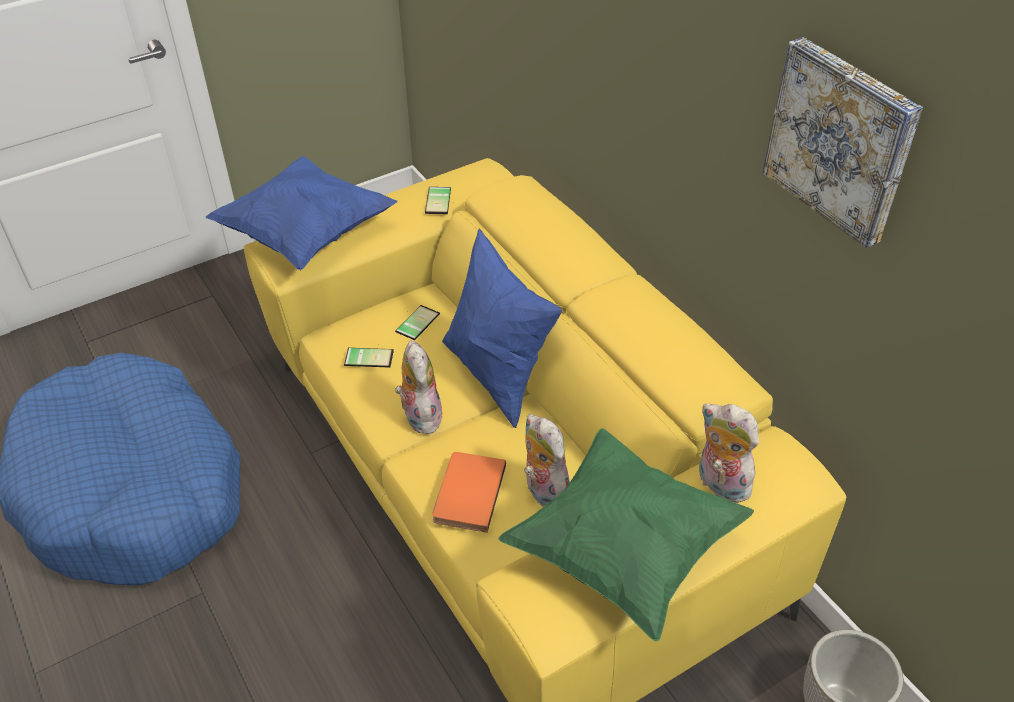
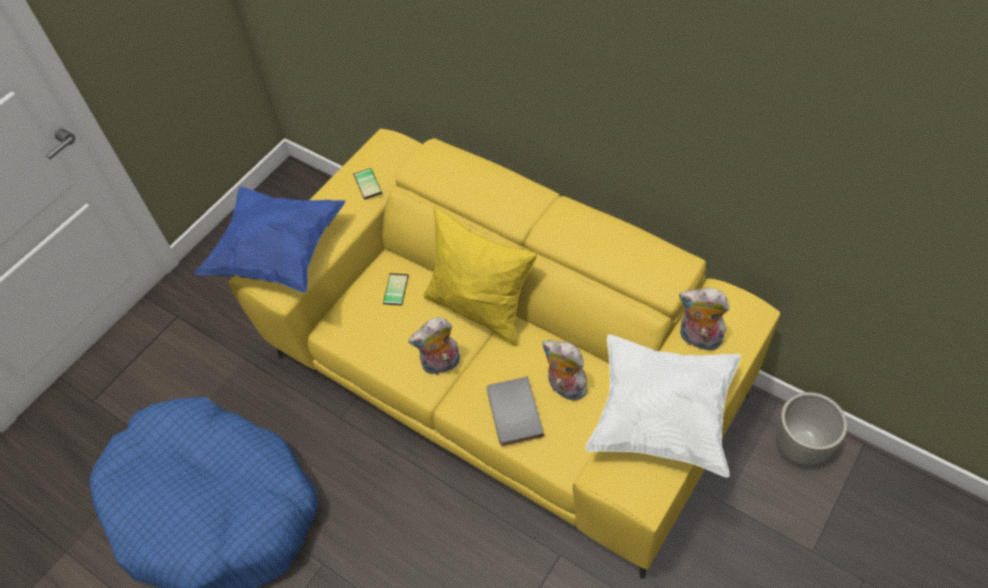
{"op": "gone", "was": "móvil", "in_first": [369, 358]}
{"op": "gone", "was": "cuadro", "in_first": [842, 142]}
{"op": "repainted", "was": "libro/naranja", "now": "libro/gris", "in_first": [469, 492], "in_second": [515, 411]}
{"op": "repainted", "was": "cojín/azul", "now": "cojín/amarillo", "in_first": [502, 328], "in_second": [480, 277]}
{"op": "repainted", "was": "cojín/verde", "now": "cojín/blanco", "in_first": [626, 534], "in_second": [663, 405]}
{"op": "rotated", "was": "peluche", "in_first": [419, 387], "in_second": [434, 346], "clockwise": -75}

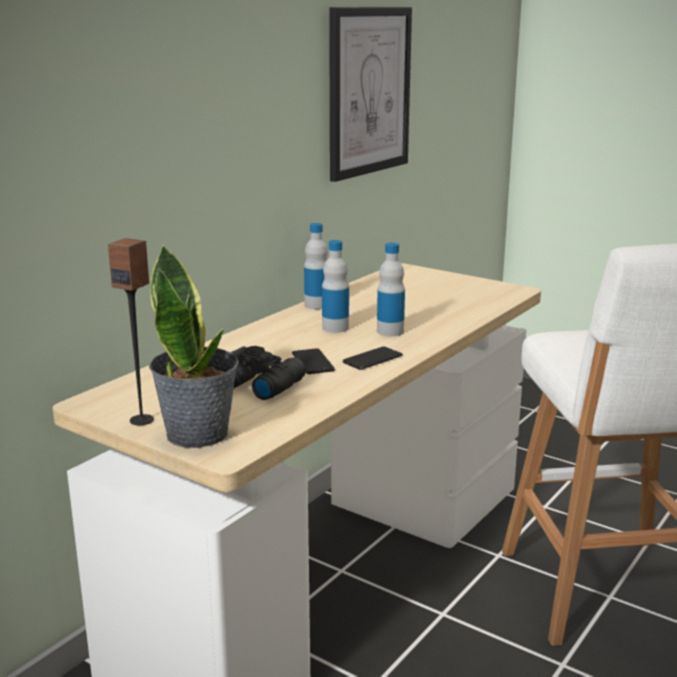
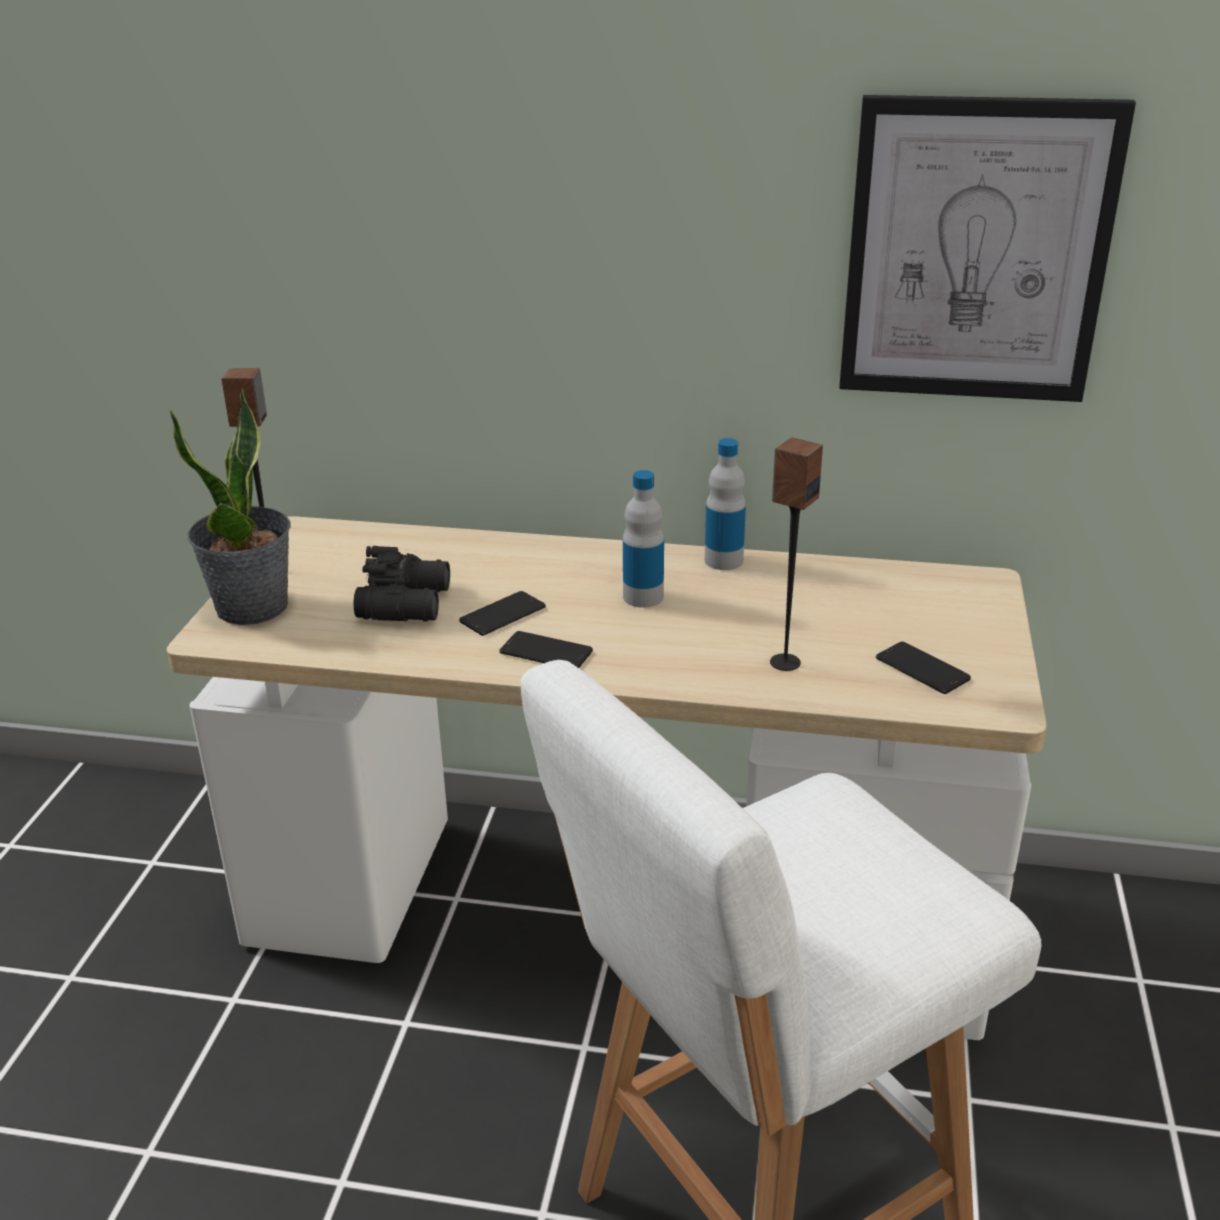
{"op": "gone", "was": "botella", "in_first": [391, 289]}
{"op": "new", "now": "altavoz", "in_second": [796, 554]}
{"op": "new", "now": "móvil", "in_second": [923, 668]}

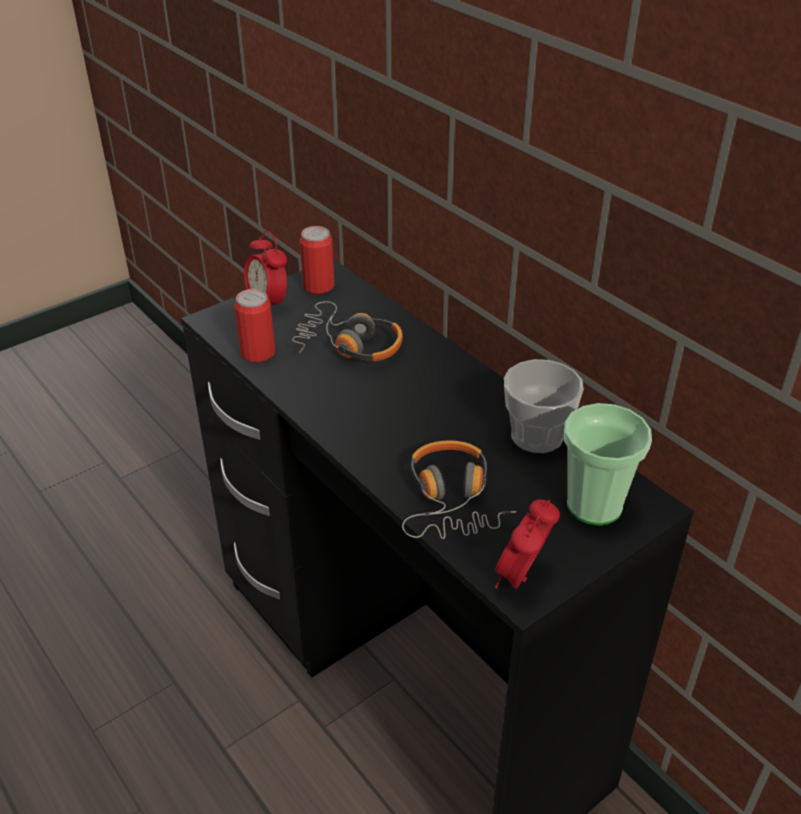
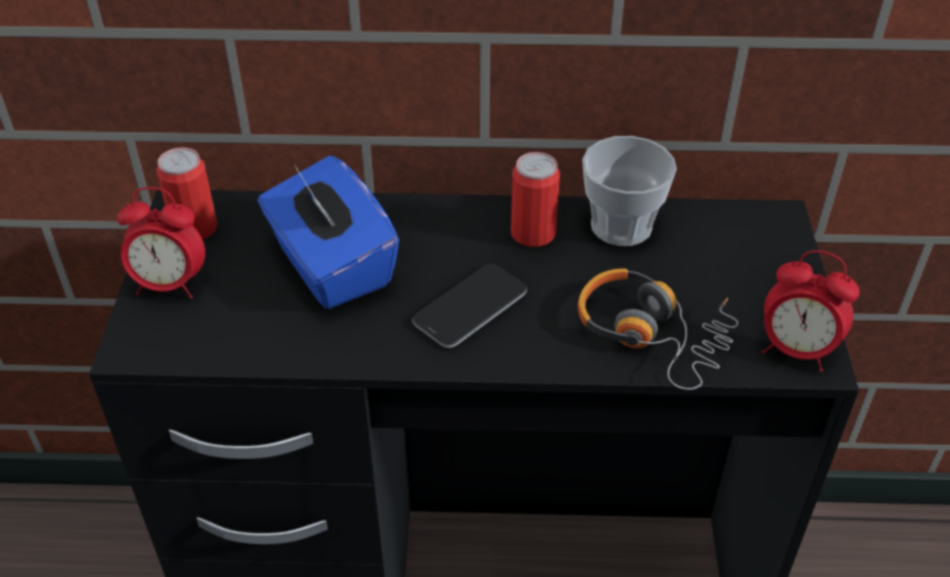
{"op": "gone", "was": "taza", "in_first": [608, 464]}
{"op": "new", "now": "móvil", "in_second": [469, 306]}
{"op": "shifted", "was": "lata", "in_first": [254, 325], "in_second": [535, 199]}
{"op": "swapped", "was": "auriculares", "now": "caja de pañuelos/azul", "in_first": [347, 331], "in_second": [328, 232]}
{"op": "rotated", "was": "despertador", "in_first": [527, 544], "in_second": [811, 311], "clockwise": -45}

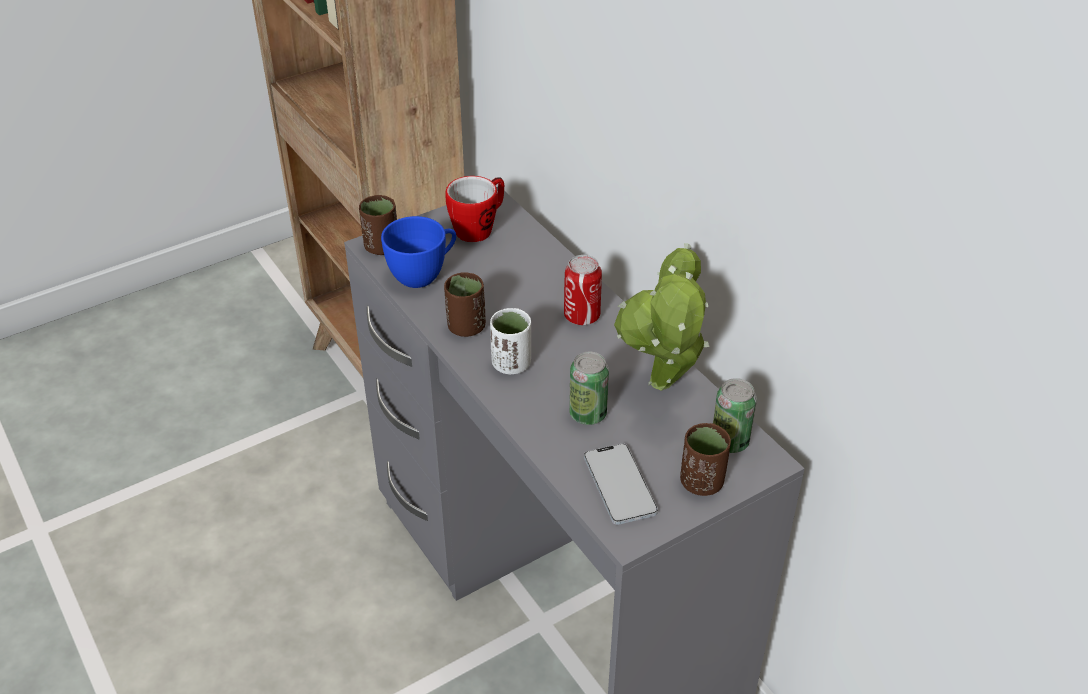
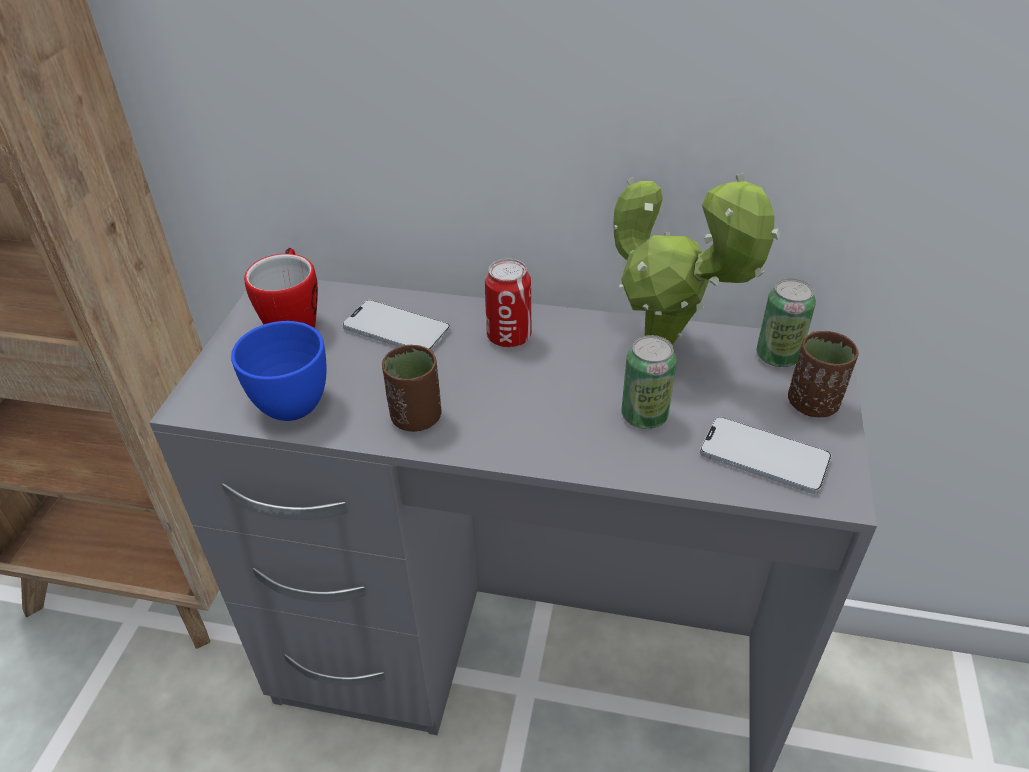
{"op": "gone", "was": "taza/marrón", "in_first": [378, 225]}
{"op": "gone", "was": "taza/blanco", "in_first": [510, 341]}
{"op": "new", "now": "móvil", "in_second": [396, 325]}

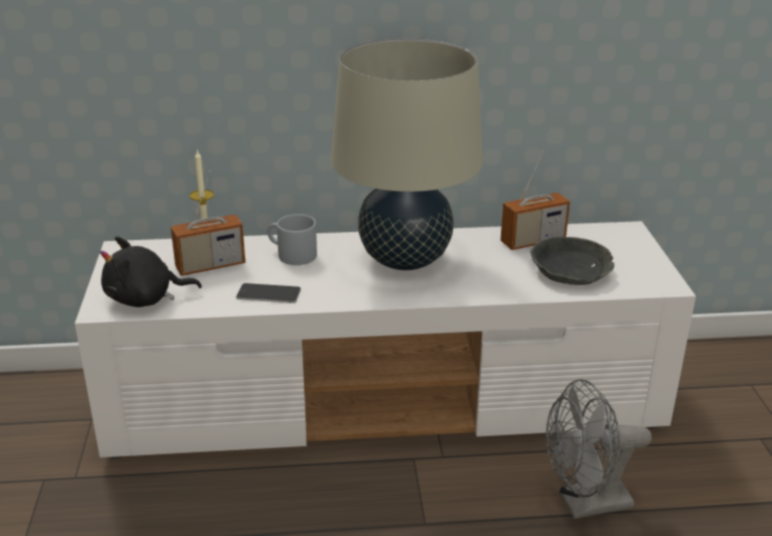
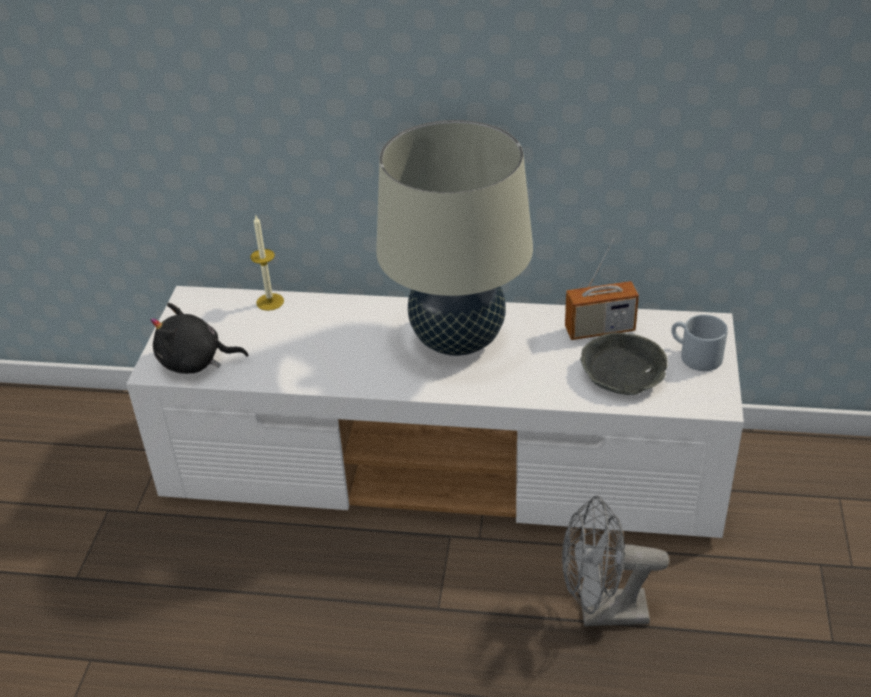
{"op": "gone", "was": "radio", "in_first": [208, 223]}
{"op": "gone", "was": "móvil", "in_first": [268, 293]}
{"op": "shifted", "was": "taza grande/gris", "in_first": [292, 239], "in_second": [699, 343]}

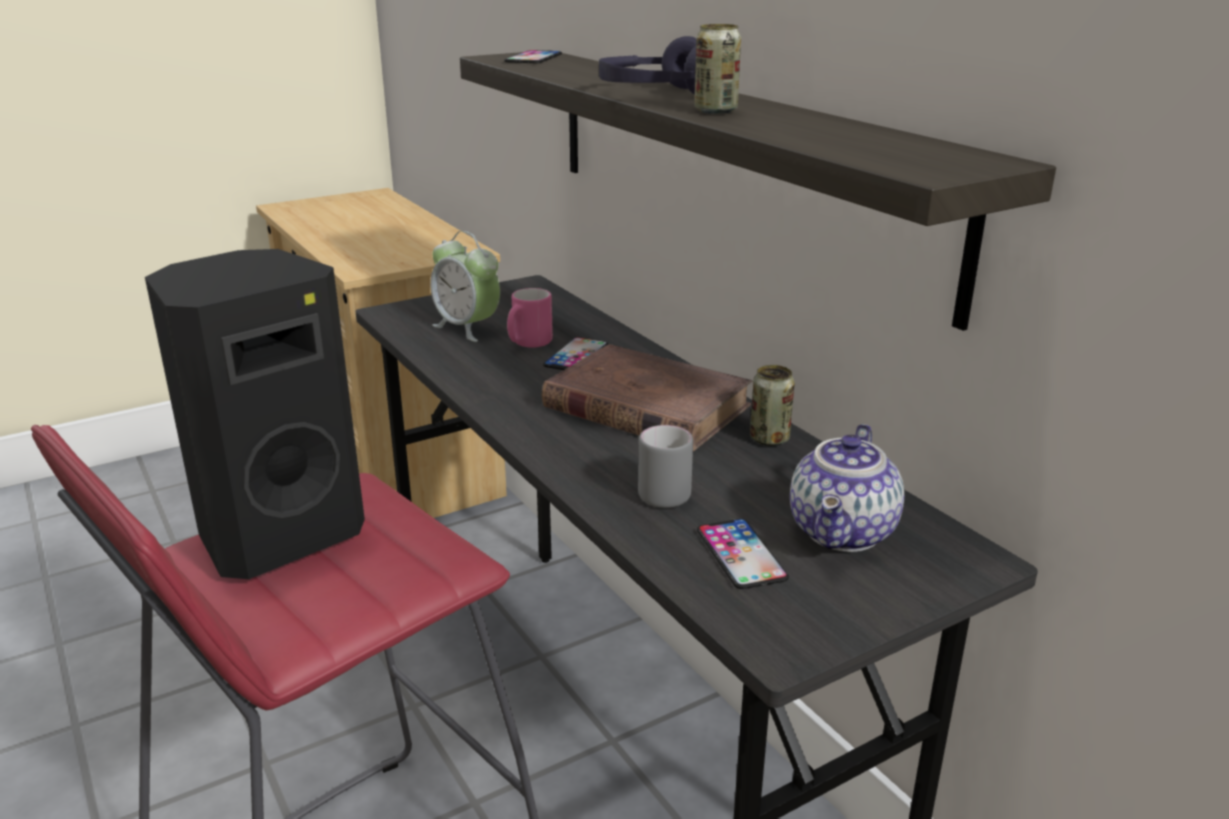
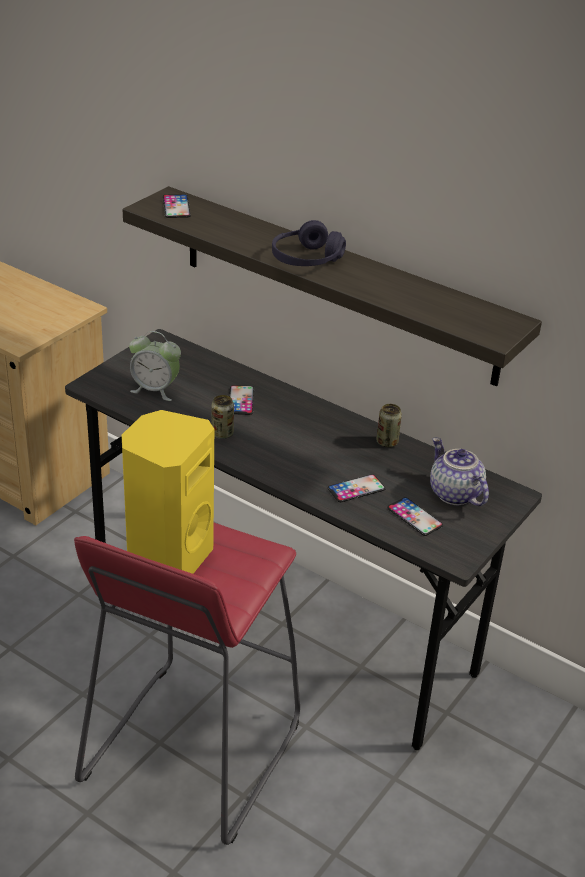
{"op": "gone", "was": "taza grande/rosa", "in_first": [530, 317]}
{"op": "gone", "was": "libro/marrón", "in_first": [646, 398]}
{"op": "shifted", "was": "lata", "in_first": [717, 69], "in_second": [223, 417]}
{"op": "swapped", "was": "taza grande/gris", "now": "móvil", "in_first": [665, 466], "in_second": [357, 488]}
{"op": "repainted", "was": "altavoz/negro", "now": "altavoz/amarillo", "in_first": [255, 414], "in_second": [168, 492]}
{"op": "rotated", "was": "tetera", "in_first": [847, 488], "in_second": [459, 472], "clockwise": 150}

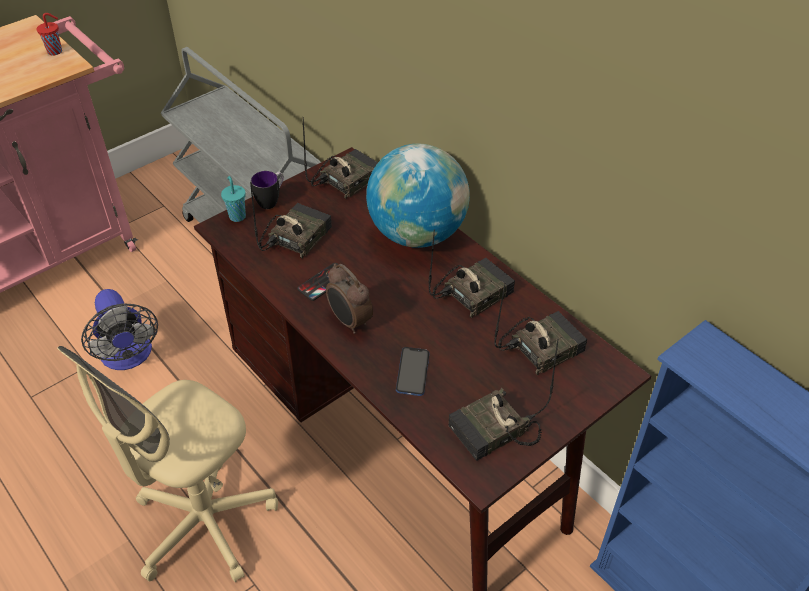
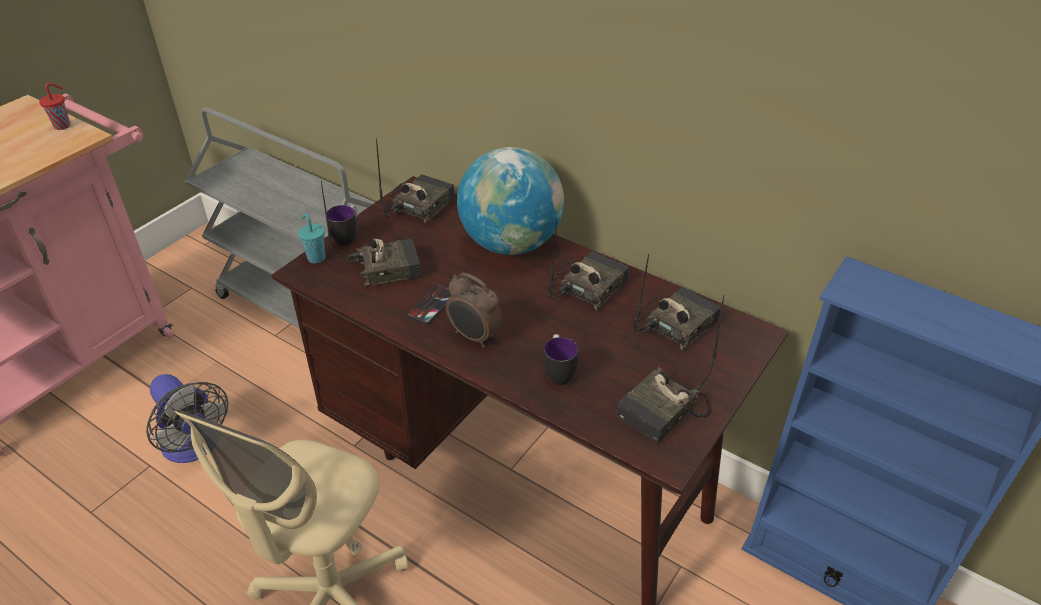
{"op": "swapped", "was": "móvil", "now": "taza grande", "in_first": [412, 371], "in_second": [561, 359]}
{"op": "rotated", "was": "radio", "in_first": [291, 220], "in_second": [371, 234], "clockwise": 60}

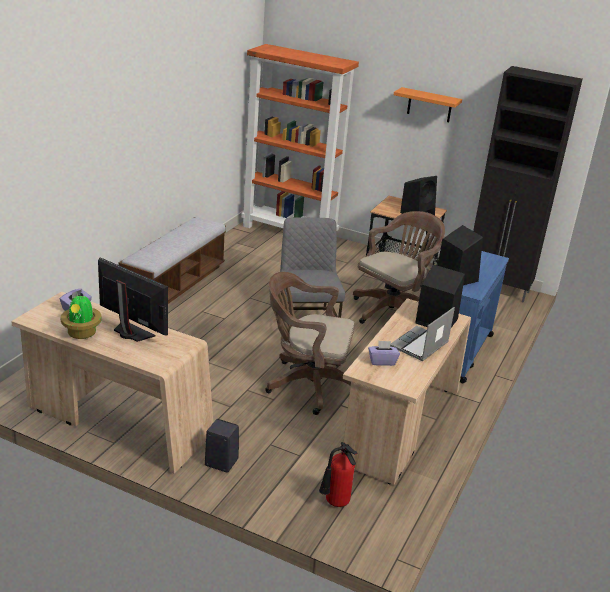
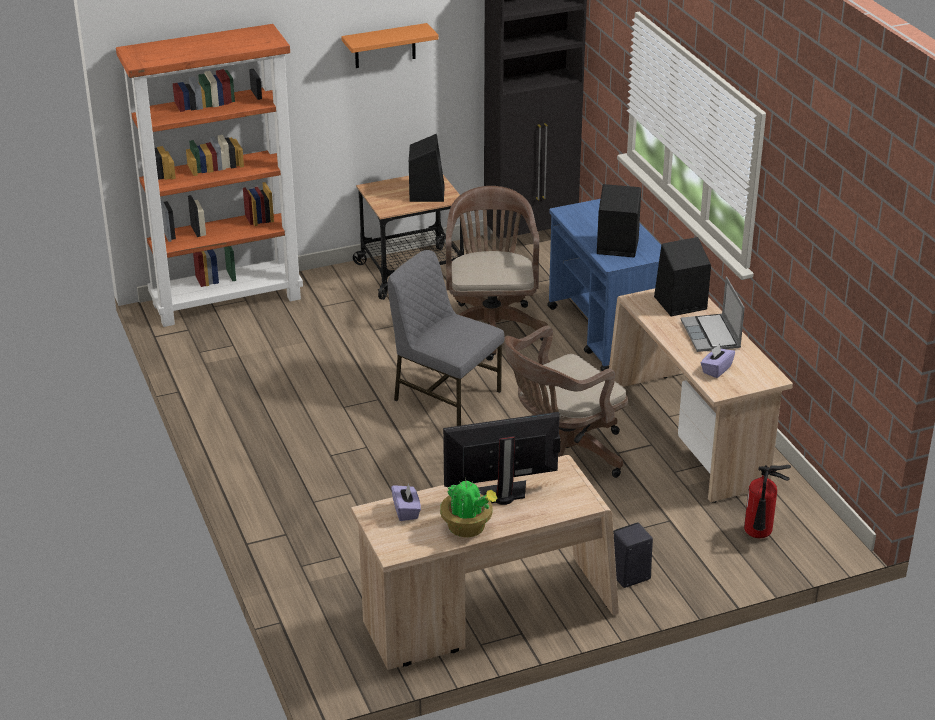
{"op": "gone", "was": "banco", "in_first": [172, 260]}

